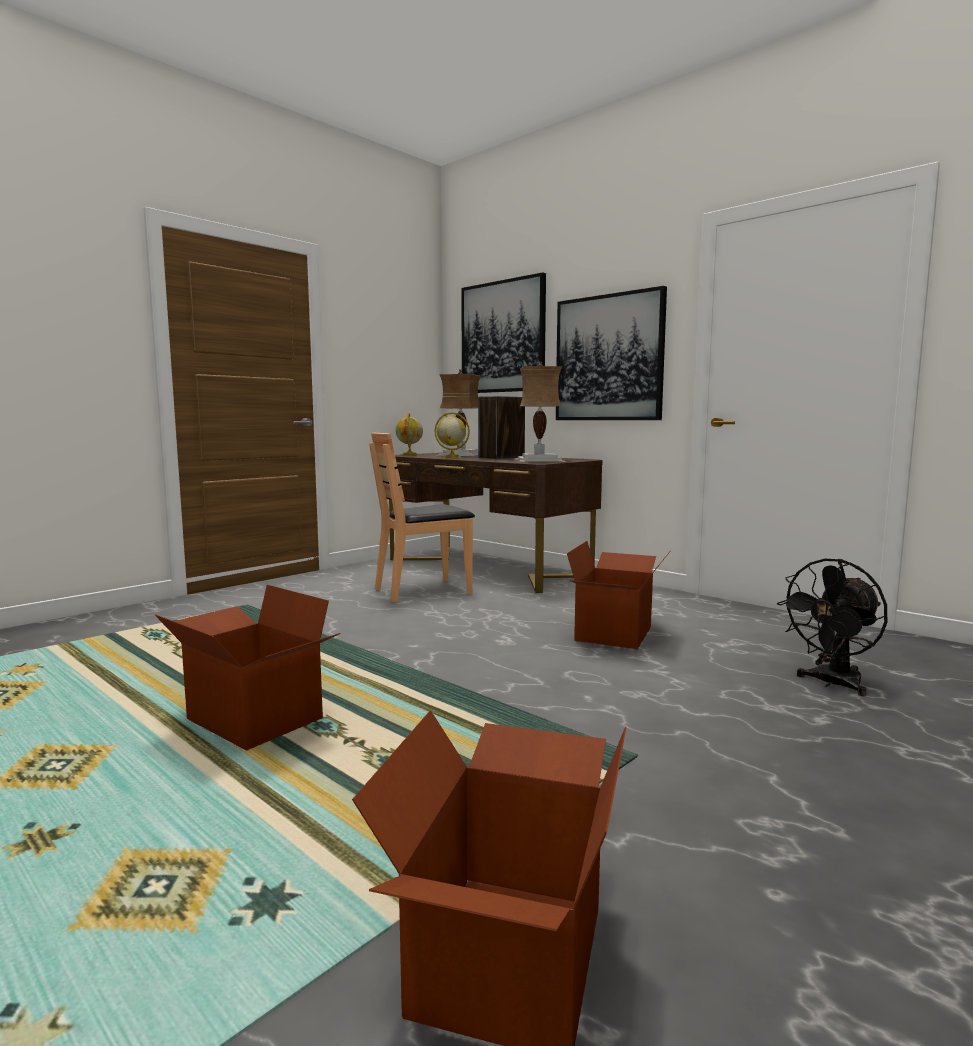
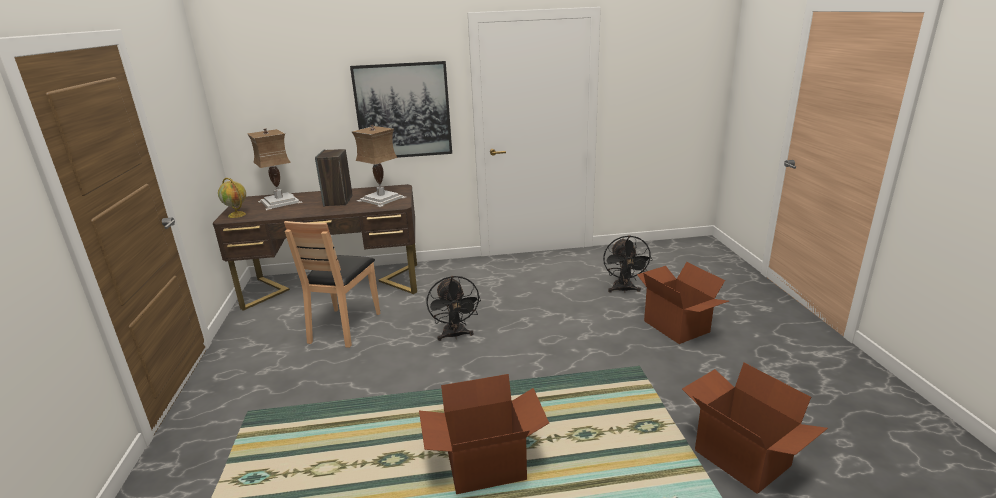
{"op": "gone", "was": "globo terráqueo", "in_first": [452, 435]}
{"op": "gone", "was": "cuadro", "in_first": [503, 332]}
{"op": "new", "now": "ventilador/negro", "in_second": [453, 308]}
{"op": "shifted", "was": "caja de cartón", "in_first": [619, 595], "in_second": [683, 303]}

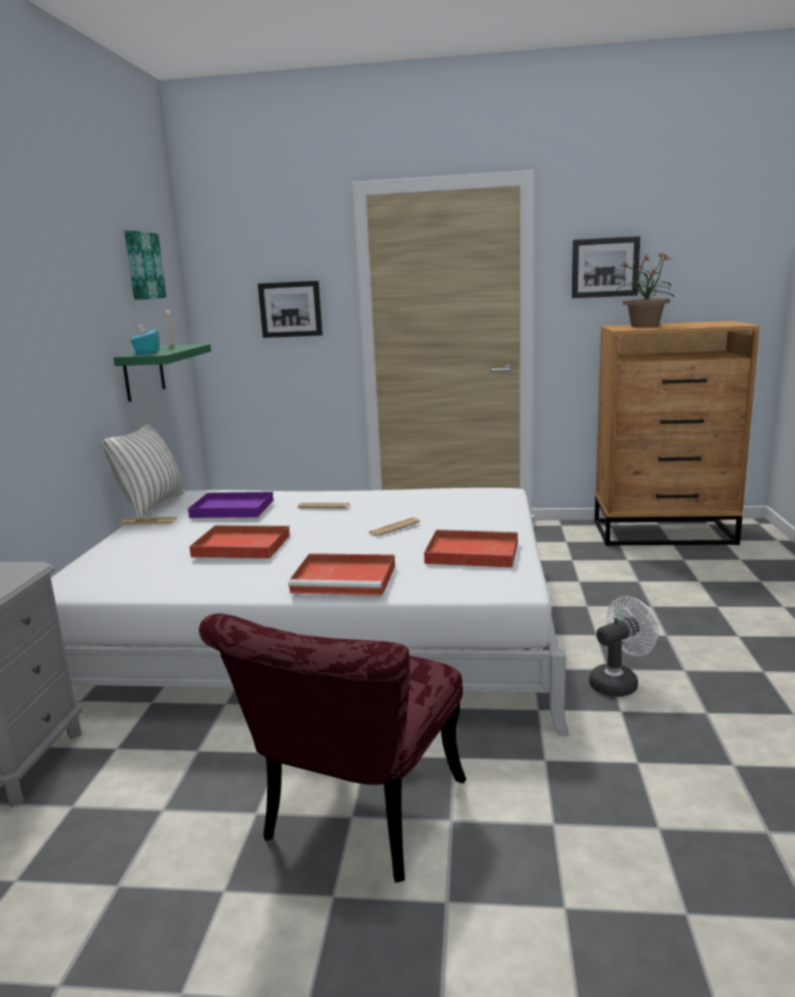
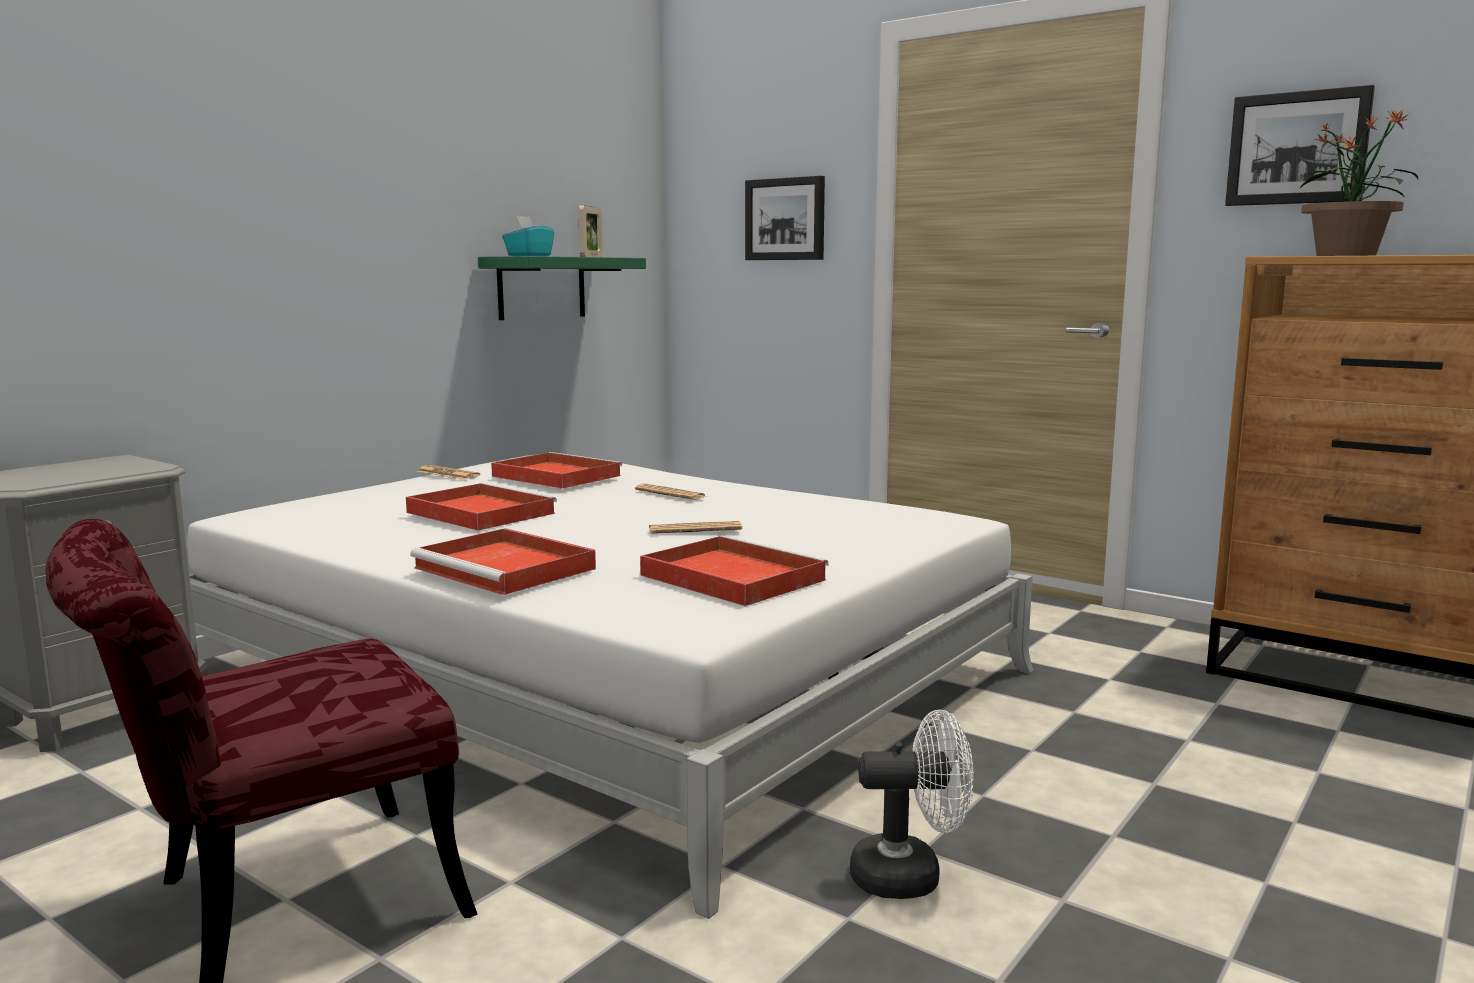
{"op": "gone", "was": "cojín", "in_first": [143, 470]}
{"op": "gone", "was": "cuadro", "in_first": [145, 265]}
{"op": "repainted", "was": "bandeja/morado", "now": "bandeja/rojo", "in_first": [231, 504], "in_second": [556, 470]}

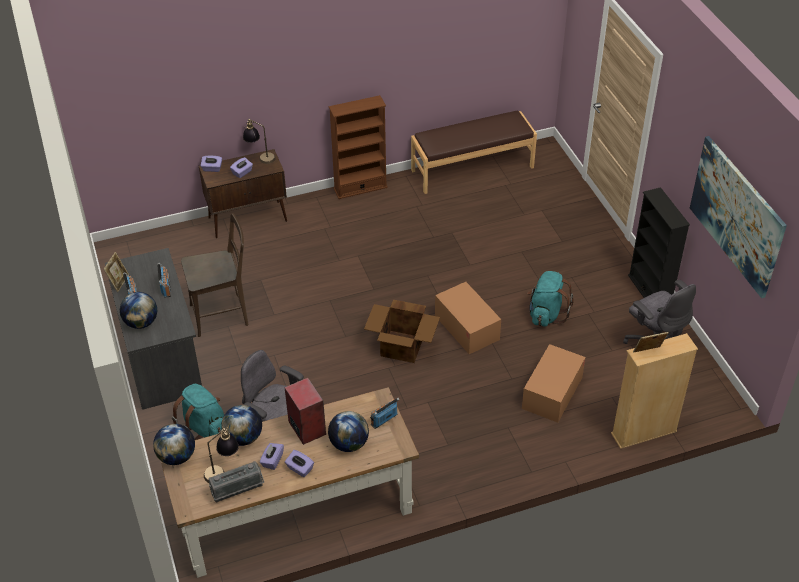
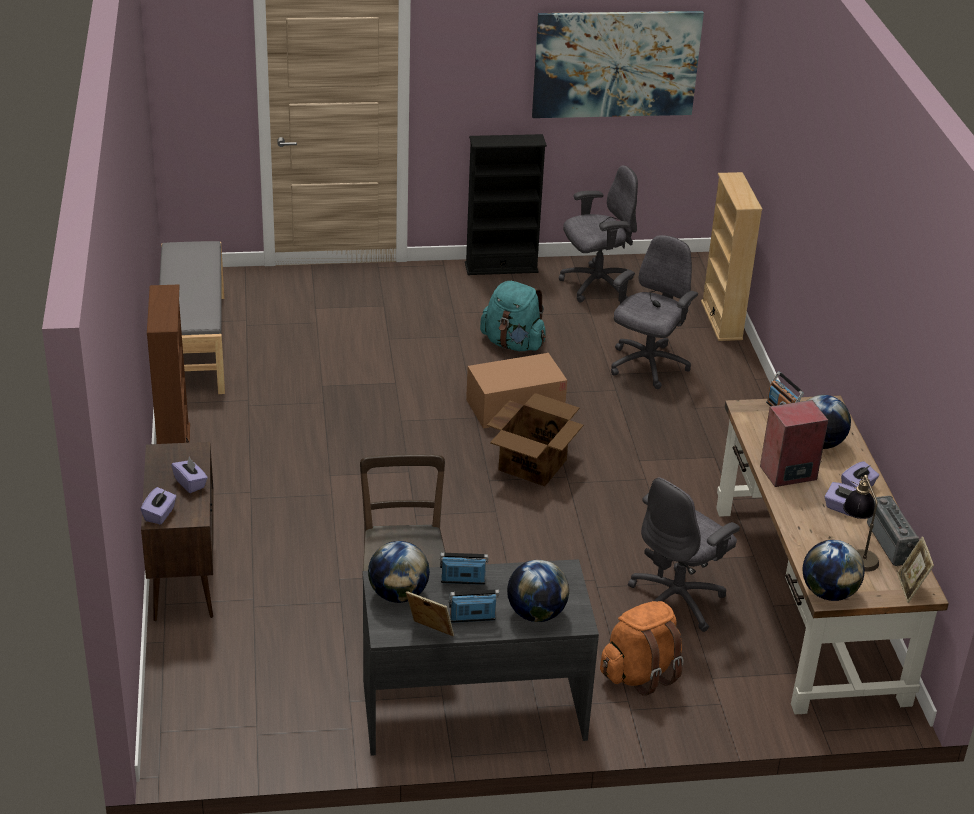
{"op": "gone", "was": "lámpara de mesa", "in_first": [259, 141]}
{"op": "shifted", "was": "globo terráqueo", "in_first": [241, 425], "in_second": [399, 572]}
{"op": "shifted", "was": "portarretratos", "in_first": [650, 342], "in_second": [915, 569]}
{"op": "swapped", "was": "caja de cartón", "now": "silla de oficina/gris", "in_first": [554, 383], "in_second": [654, 312]}
{"op": "repainted", "was": "mochila/turquesa", "now": "mochila/naranja", "in_first": [198, 412], "in_second": [642, 648]}
{"op": "repainted", "was": "banco/marrón", "now": "banco/gris", "in_first": [474, 152], "in_second": [192, 317]}

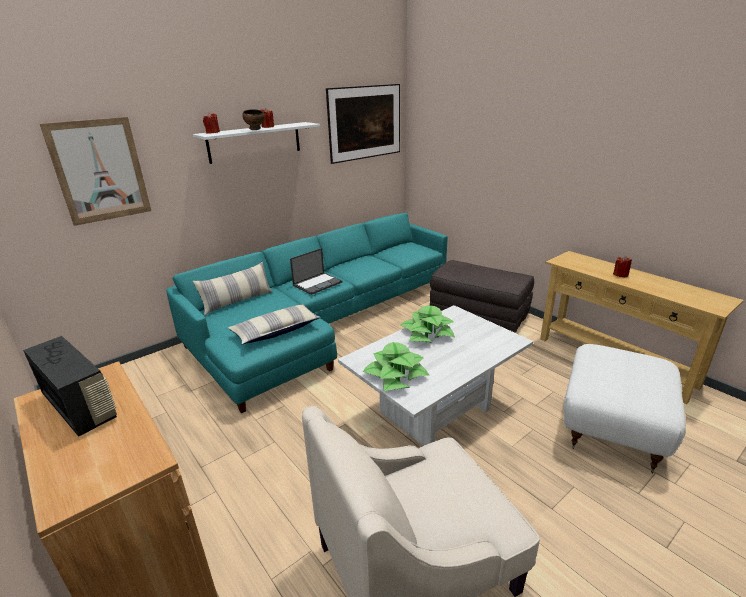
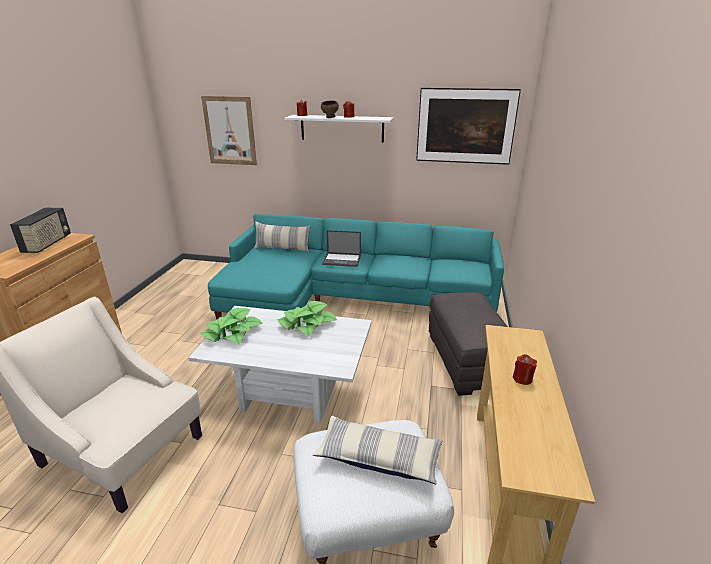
{"op": "shifted", "was": "cojín", "in_first": [274, 324], "in_second": [378, 450]}

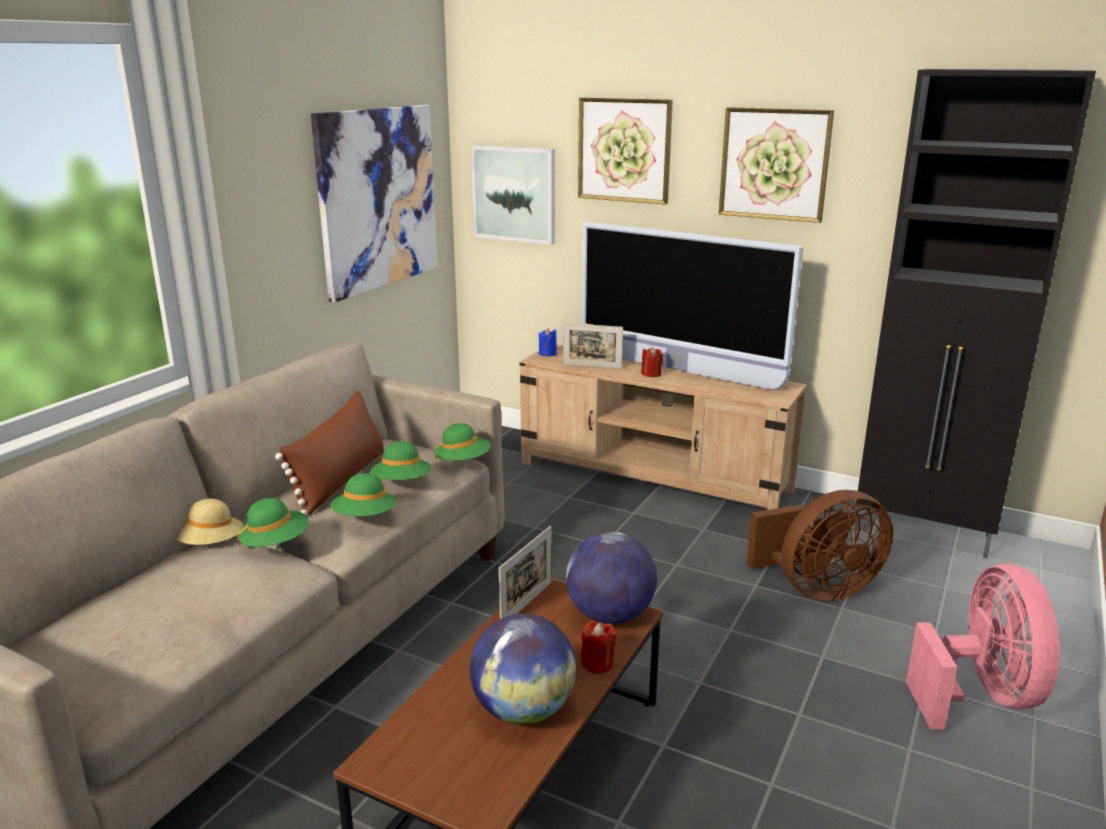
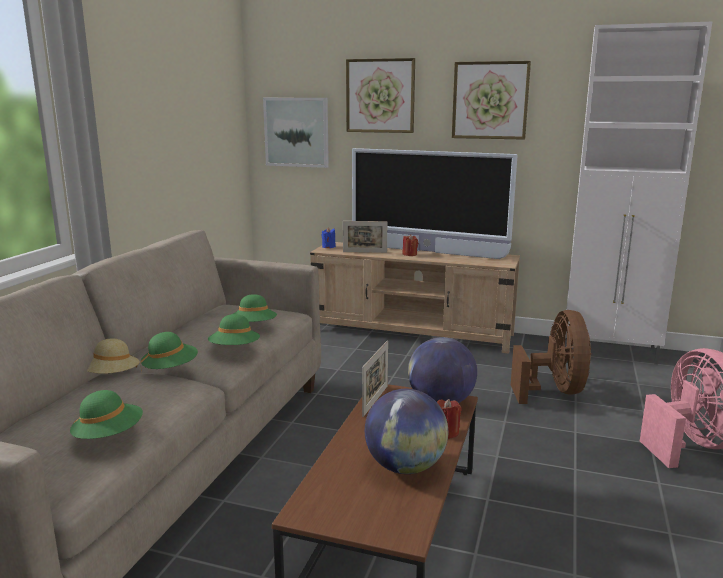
{"op": "gone", "was": "cojín/marrón", "in_first": [329, 453]}
{"op": "gone", "was": "cuadro", "in_first": [374, 204]}
{"op": "shifted", "was": "sombrero/verde", "in_first": [462, 441], "in_second": [106, 414]}
{"op": "repainted", "was": "armario/negro", "now": "armario/blanco", "in_first": [976, 314], "in_second": [639, 193]}
{"op": "rotated", "was": "ventilador/marrón", "in_first": [820, 545], "in_second": [551, 357], "clockwise": -60}

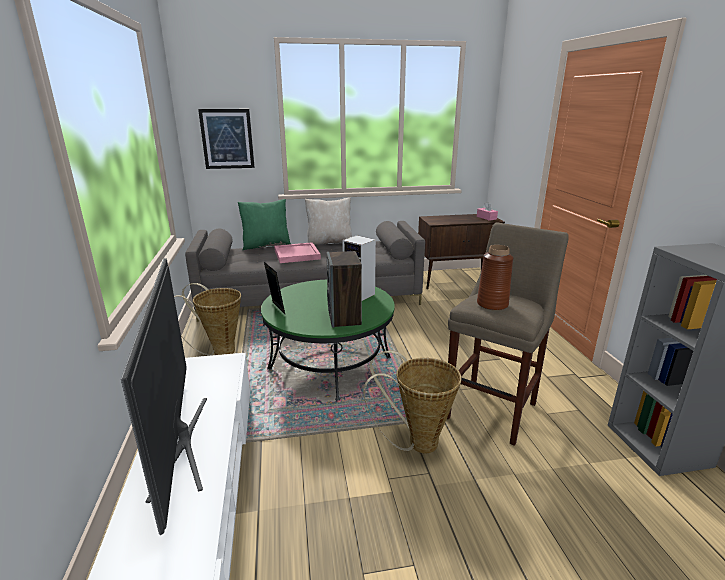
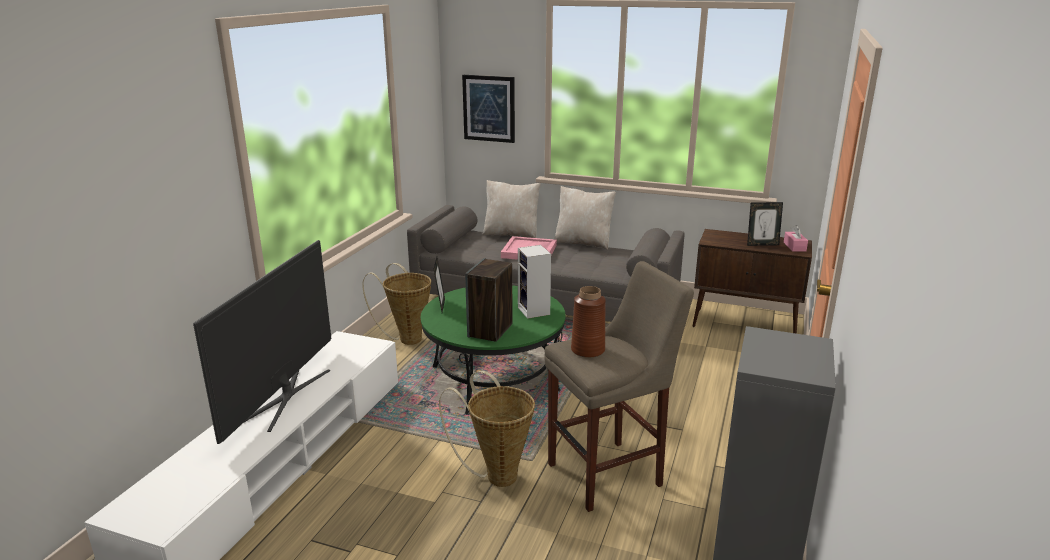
{"op": "new", "now": "portarretratos", "in_second": [765, 224]}
{"op": "repainted", "was": "cojín/verde", "now": "cojín/beis", "in_first": [264, 224], "in_second": [511, 209]}

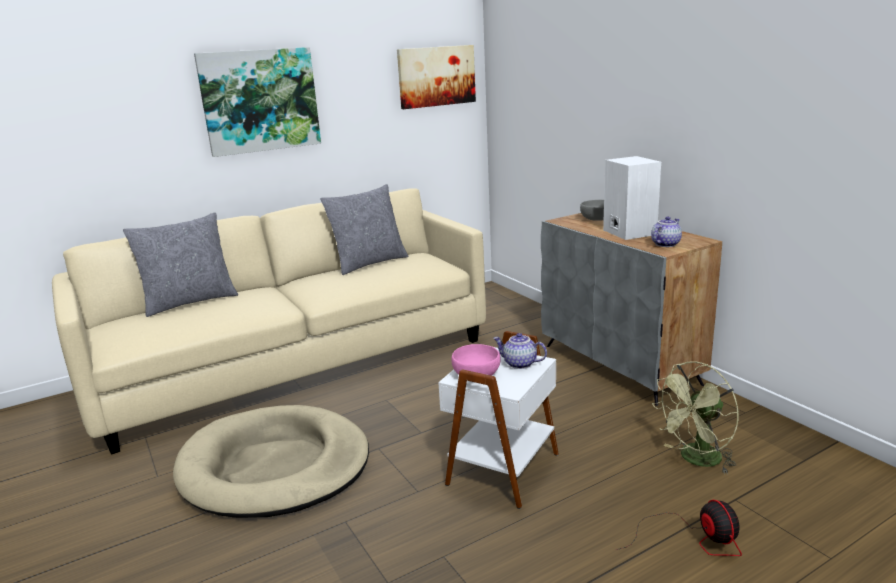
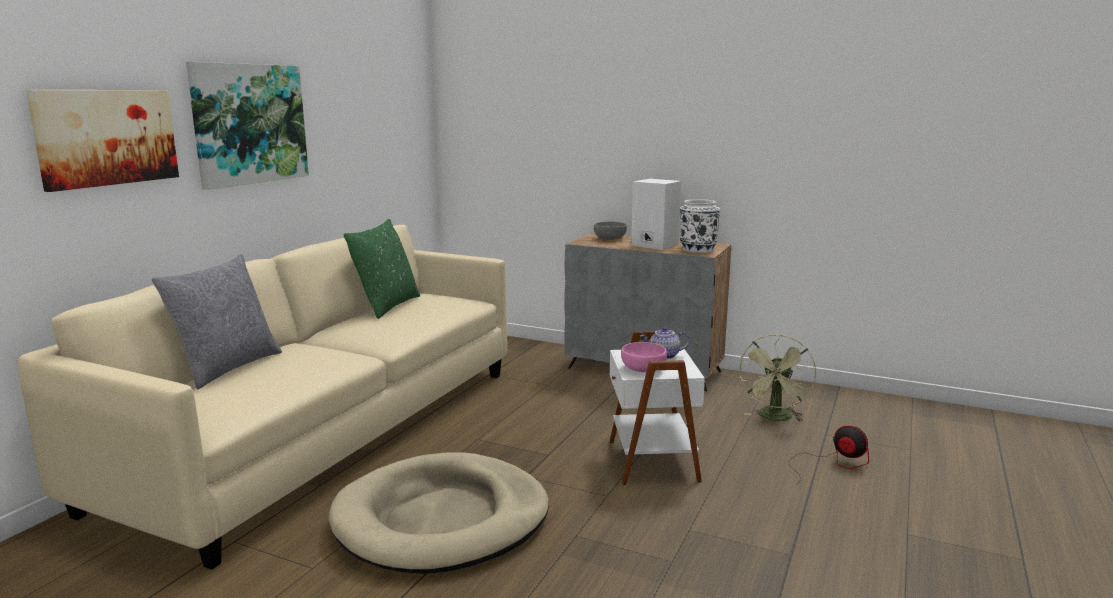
{"op": "shifted", "was": "cuadro", "in_first": [436, 77], "in_second": [102, 141]}
{"op": "swapped", "was": "tetera", "now": "florero/blanco", "in_first": [666, 231], "in_second": [700, 226]}
{"op": "repainted", "was": "cojín/gris", "now": "cojín/verde", "in_first": [364, 229], "in_second": [382, 269]}

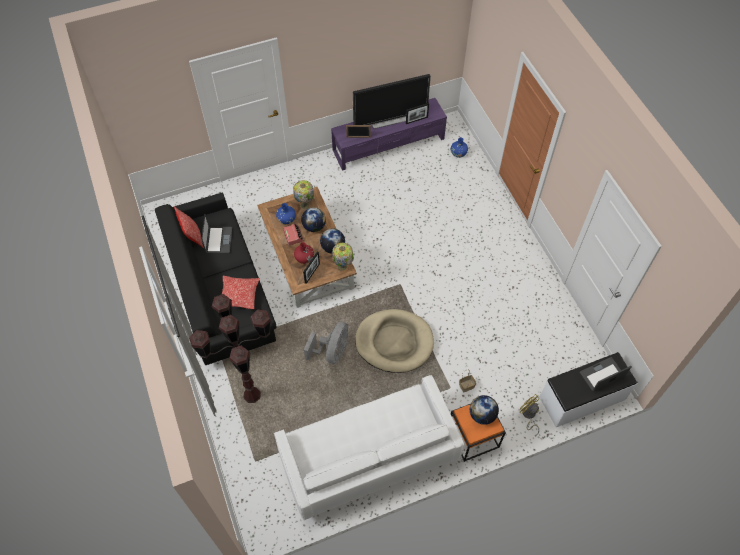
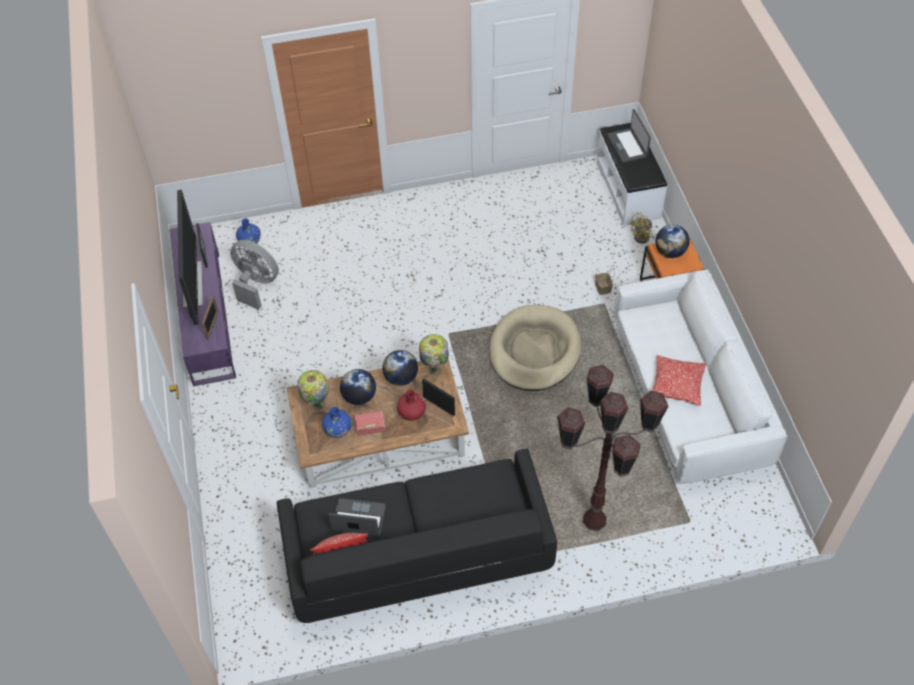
{"op": "shifted", "was": "cojín", "in_first": [240, 292], "in_second": [679, 380]}
{"op": "shifted", "was": "ventilador/gris", "in_first": [326, 343], "in_second": [254, 275]}

